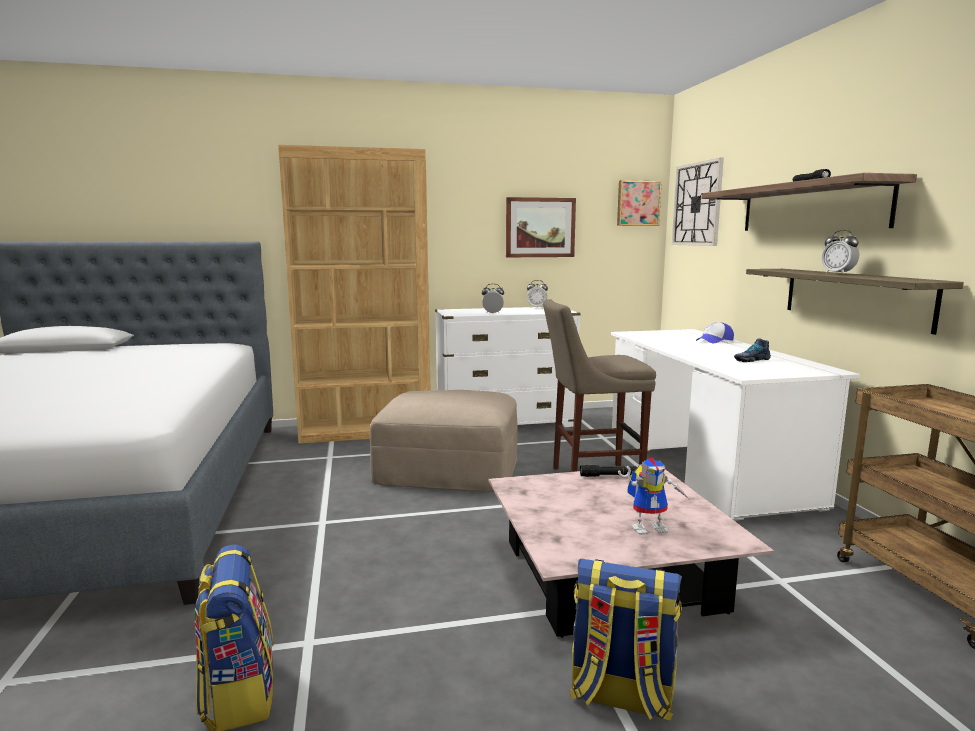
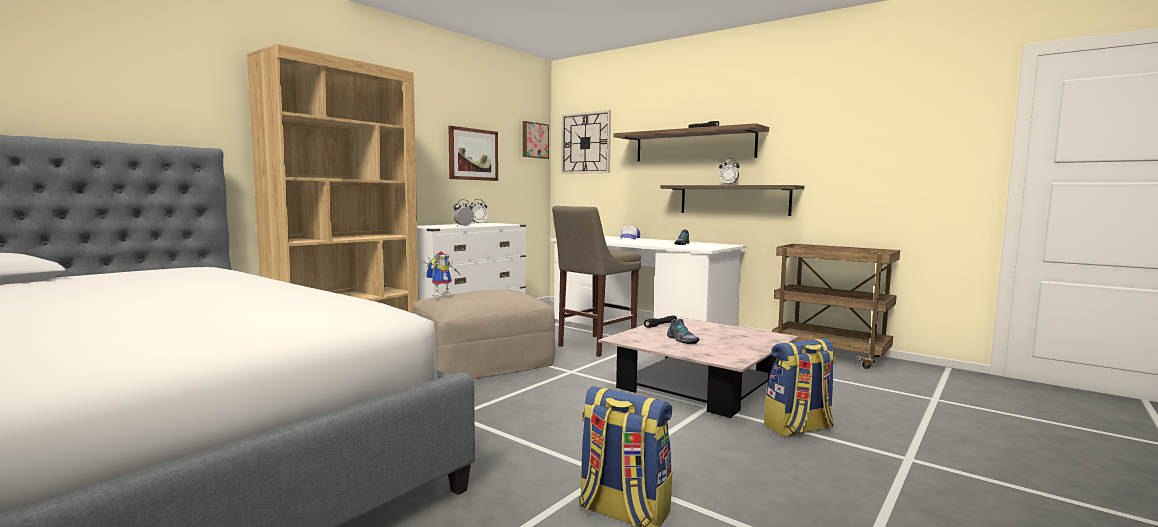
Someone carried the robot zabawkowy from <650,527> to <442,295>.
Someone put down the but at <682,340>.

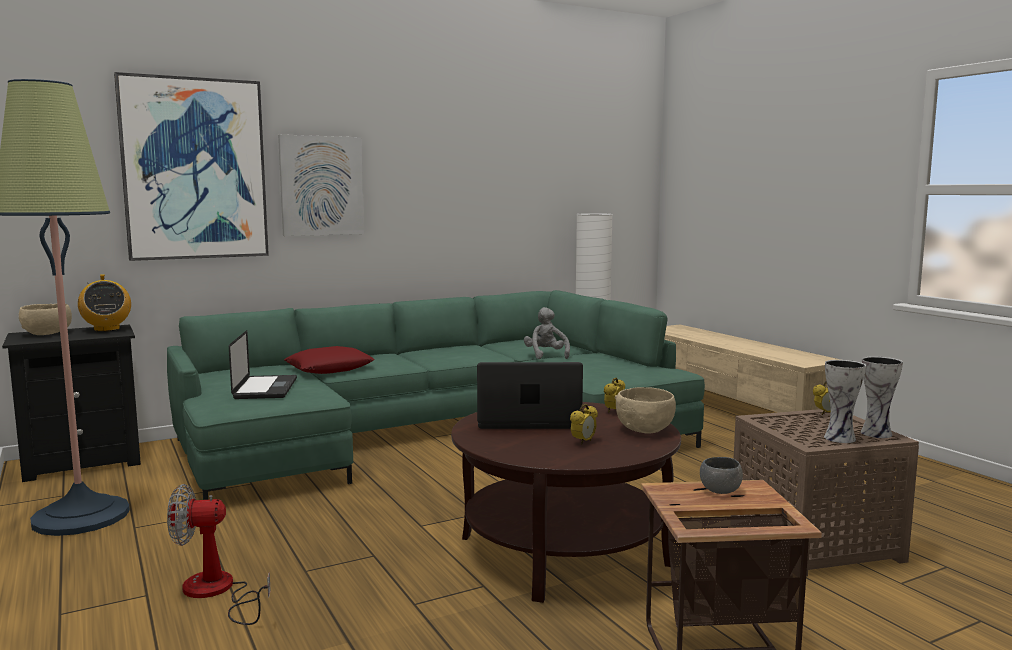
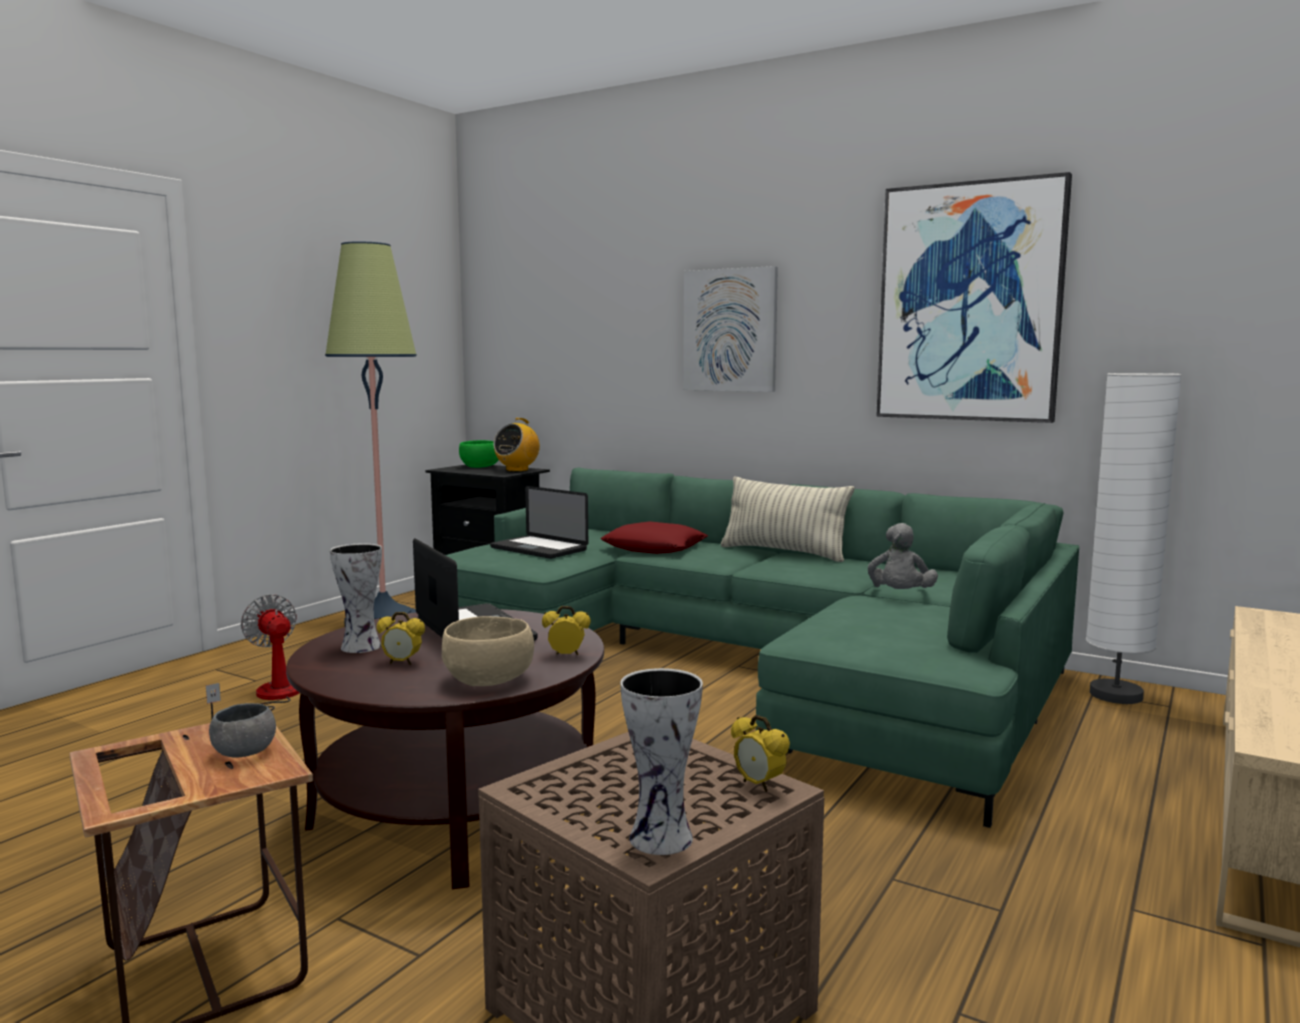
Someone carried the obraz from <194,169> to <969,303>.
Someone repainted the miska (beżowy) at <48,333>, which became the miska (zielony) at <480,467>.
Someone rotated the pluszak (szary) at <546,355> by 150 degrees clockwise.
Someone rotated the laptop at <265,388> by 75 degrees clockwise.
Someone carried the wazon from <841,438> to <361,647>.
Someone put down the poduszka at <784,552>.

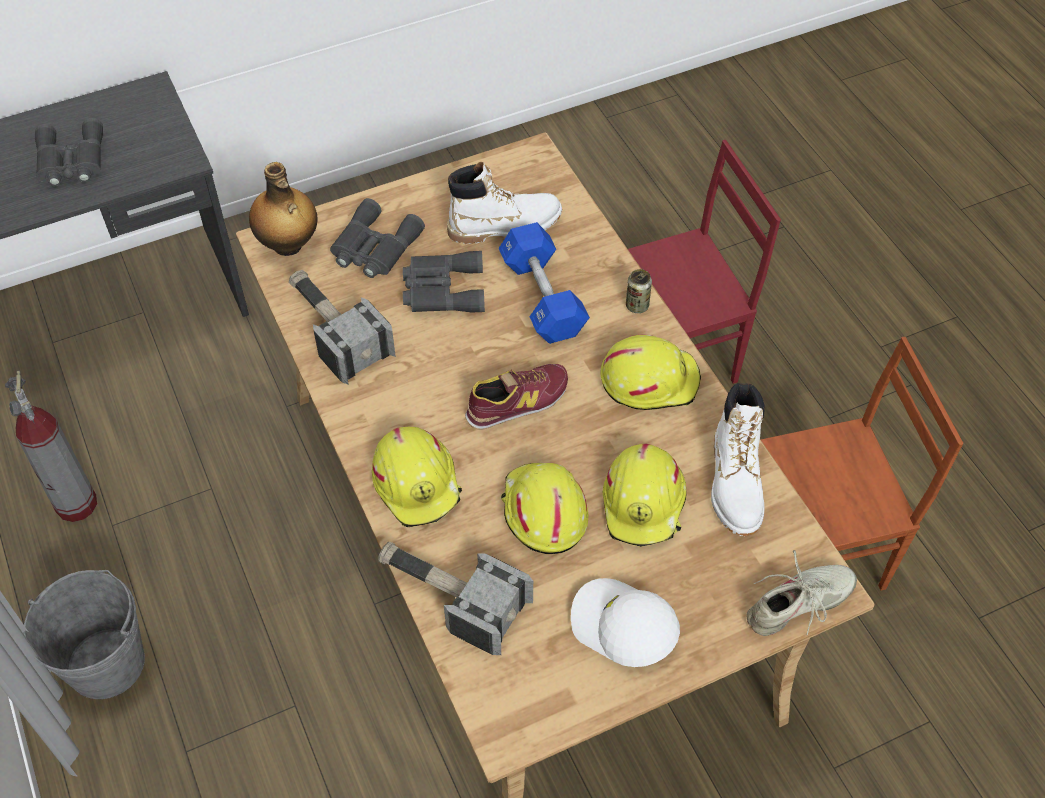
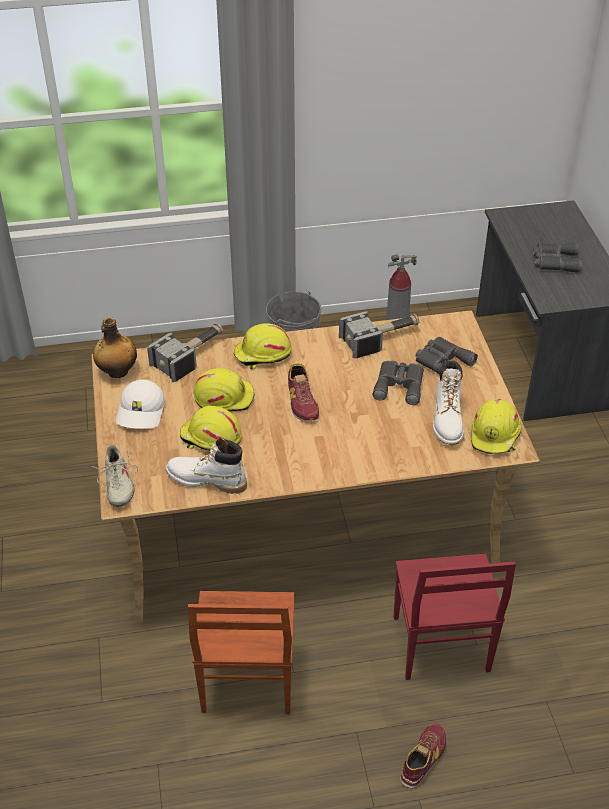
Someone carried the butelka from <288,245> to <117,372>.
Someone took away the hantel (niebieski) at <542,297>.
Someone took away the puszka at <637,305>.
Someone carried the kask (żółty) from <649,379> to <495,435>.
Someone rotated the czapka z daszkiem (biały) at <622,628> by 135 degrees clockwise.
Someone put down the but at <423,758>.

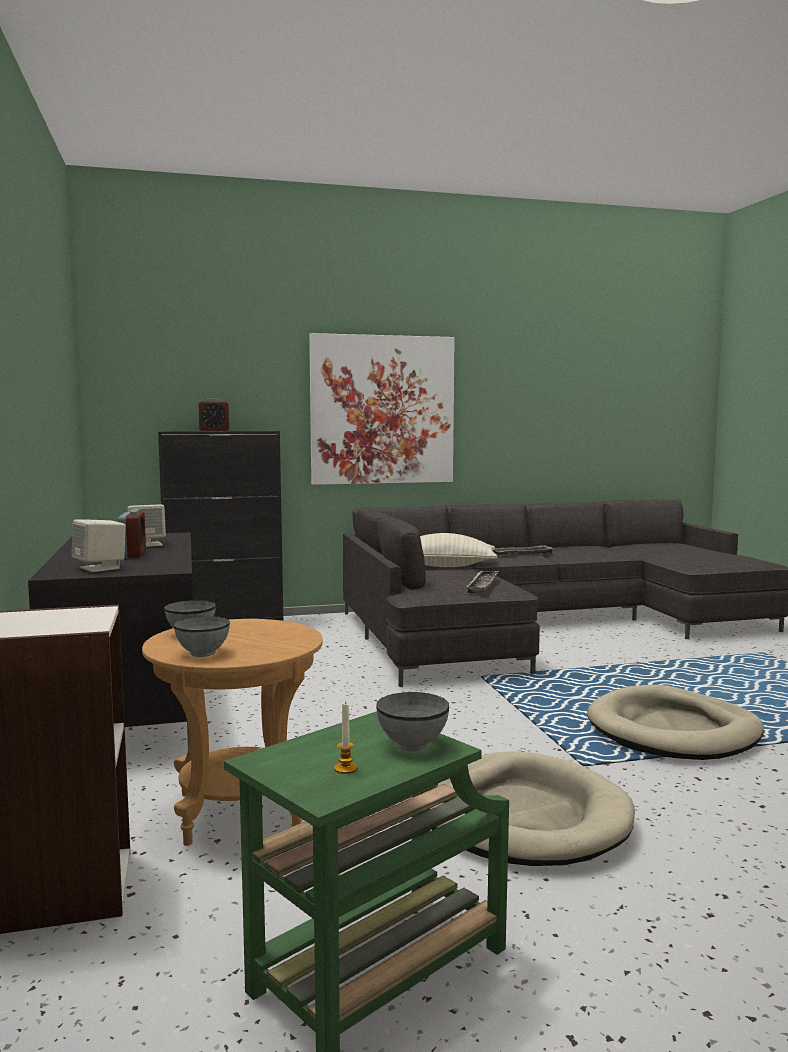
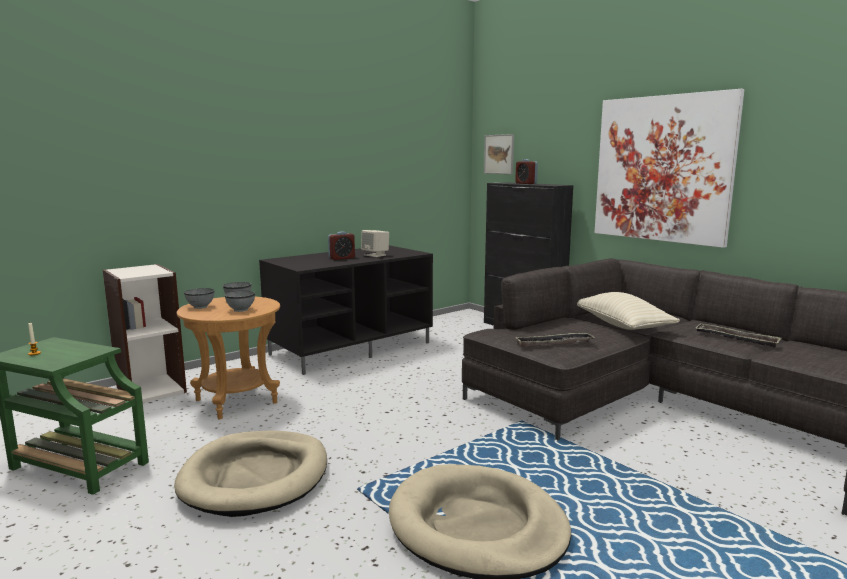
Someone took away the głośnik (beżowy) at <100,568>.
Someone carried the miska (szary) from <412,744> to <240,310>.
Someone put up the obraz at <499,154>.

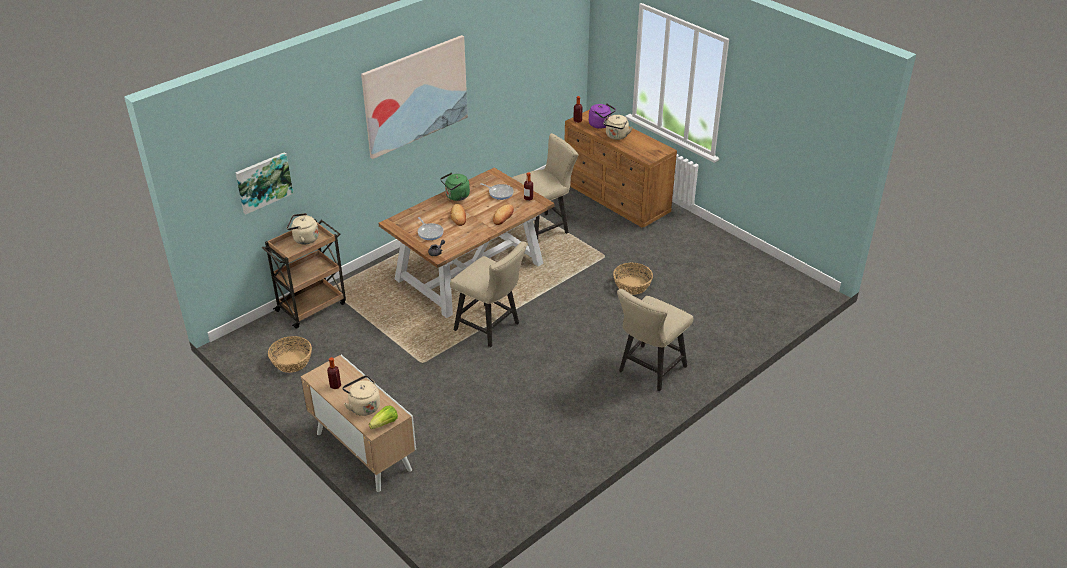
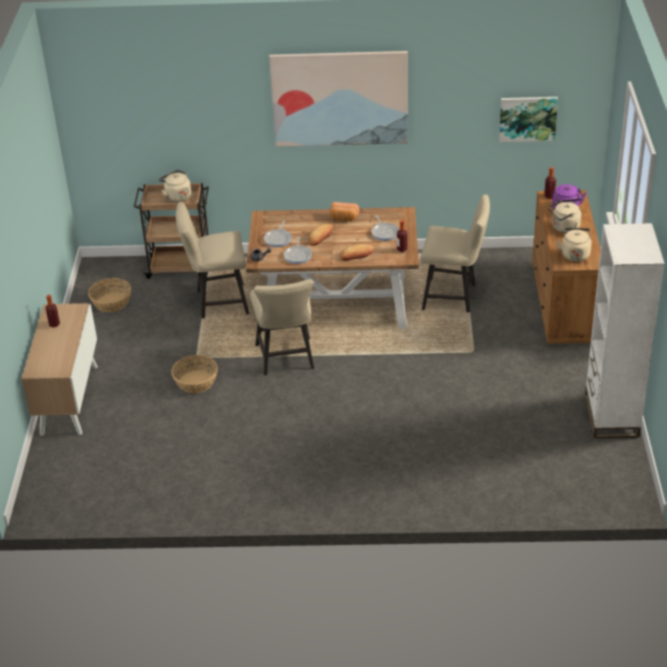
Someone carried the obraz from <263,182> to <527,118>.
Someone swapped the czajnik (zielony) at <456,196> for the chleb at <344,218>.
Someone carried the koszyk from <631,285> to <196,382>.
Someone carried the krzesło (beżowy) from <649,371> to <218,302>.
Someone carried the czajnik (beżowy) from <363,406> to <575,254>.
Someone took away the sałata at <385,423>.
Someone put down the regał (biały) at <611,416>.
Someone put down the patelnia at <298,255>.

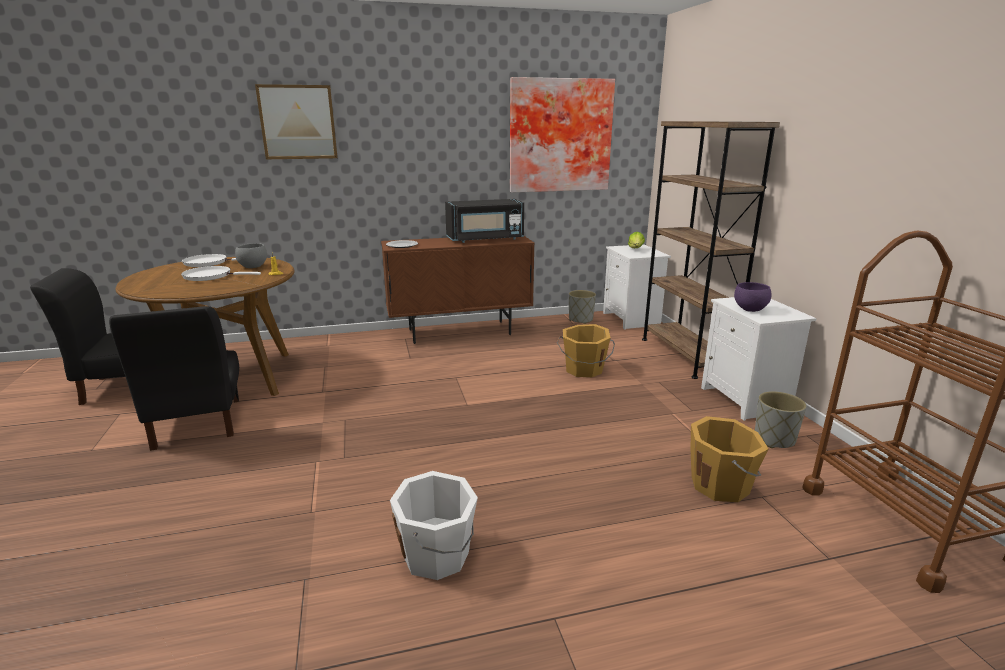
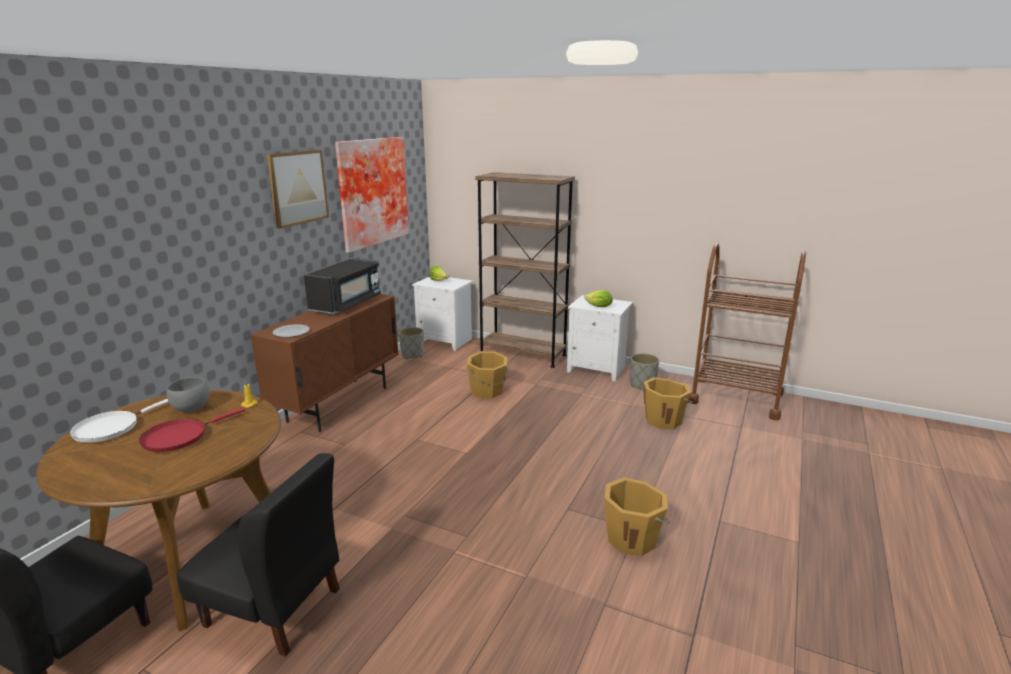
Someone carried the obraz from <298,122> to <297,187>.
Someone repainted the patelnia (biały) at <211,276>, which became the patelnia (czerwony) at <179,437>.
Someone swapped the miska (fioletowy) at <750,309> for the sałata at <599,307>.
Someone repainted the wiadro (biały) at <437,555>, which became the wiadro (pomarańczowy) at <632,538>.

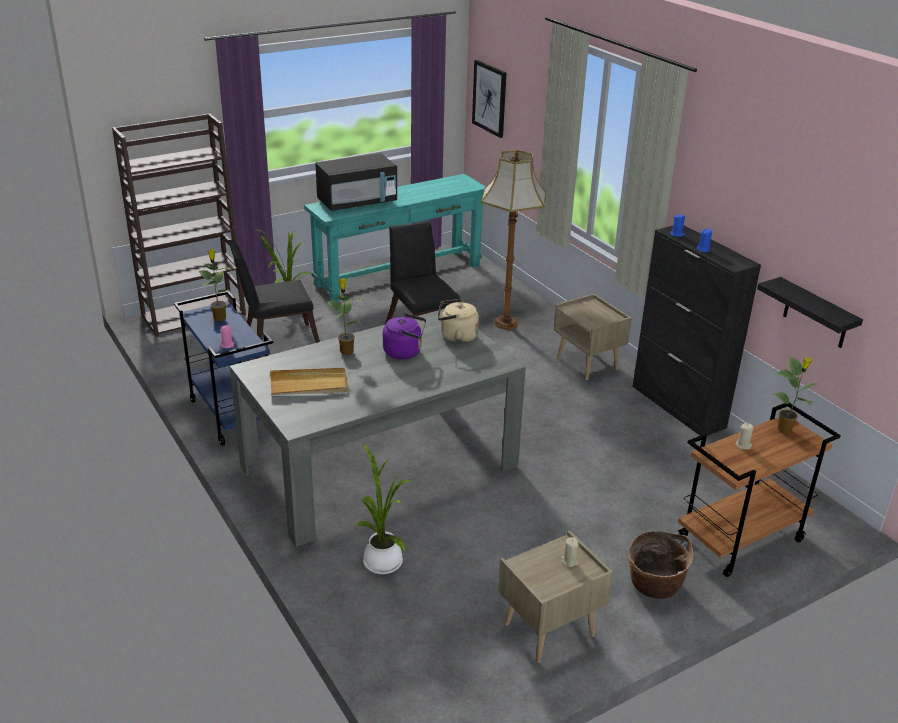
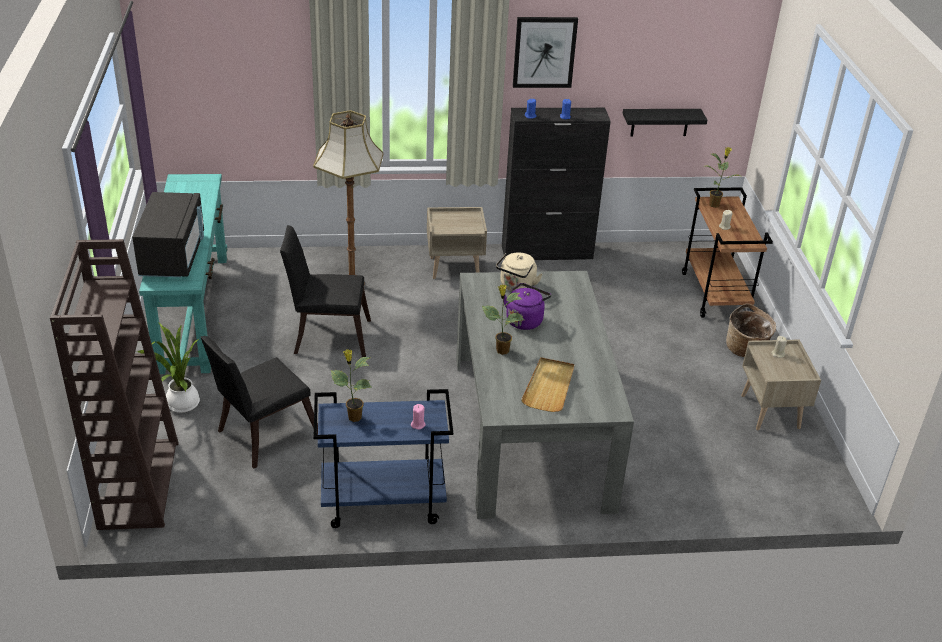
Someone carried the obraz from <489,98> to <544,52>.
Someone rotated the krzesło (czarny) at <276,343> by 45 degrees clockwise.
Someone took away the roślina doniczkowa at <382,560>.

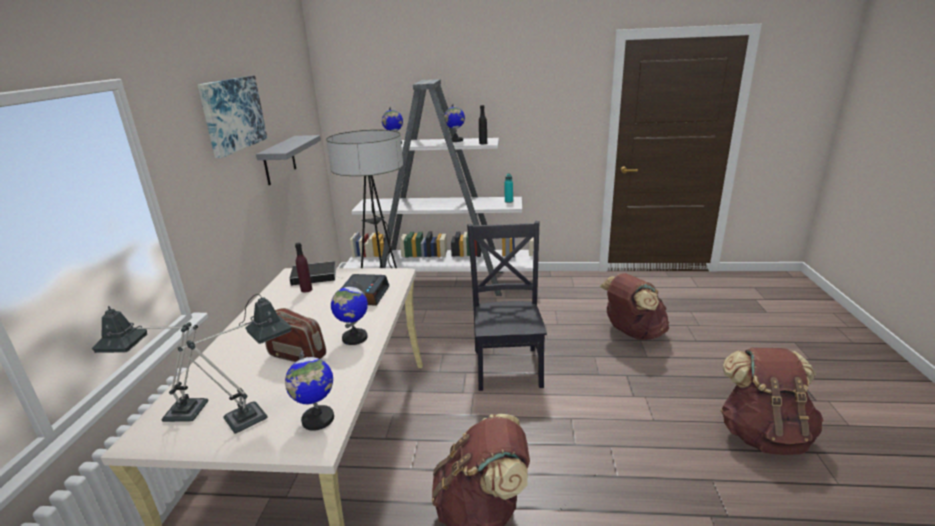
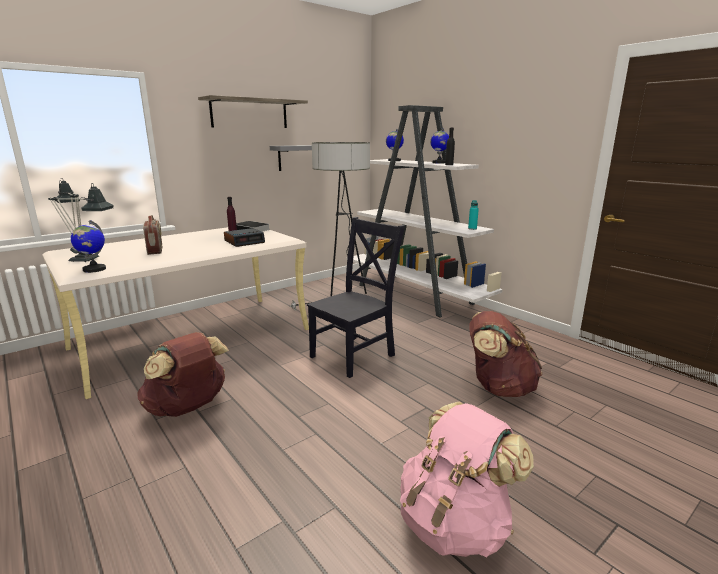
Someone swapped the obraz at <232,114> for the półka at <249,113>.
Someone took away the globus at <354,338>.
Someone repainted the plecak (brązowy) at <763,435>, which became the plecak (różowy) at <454,523>.

